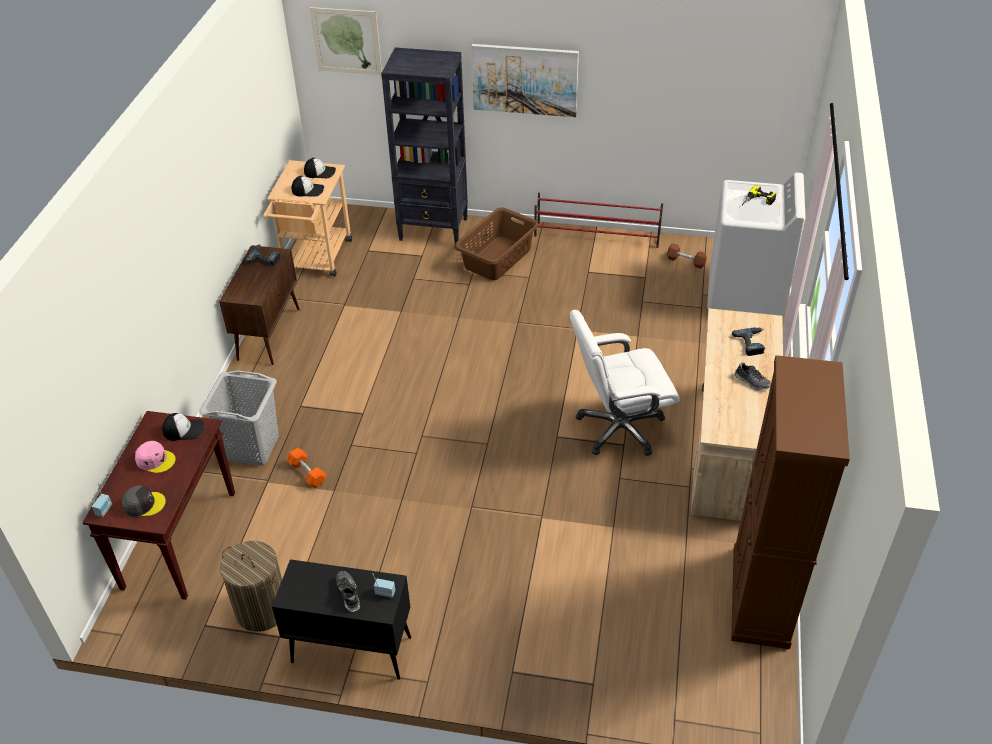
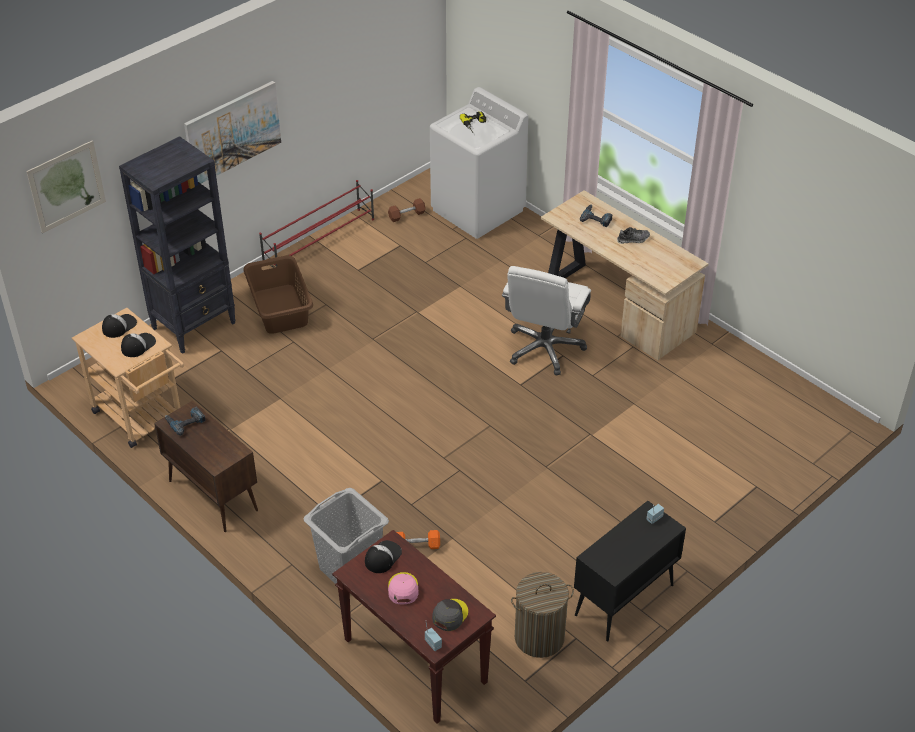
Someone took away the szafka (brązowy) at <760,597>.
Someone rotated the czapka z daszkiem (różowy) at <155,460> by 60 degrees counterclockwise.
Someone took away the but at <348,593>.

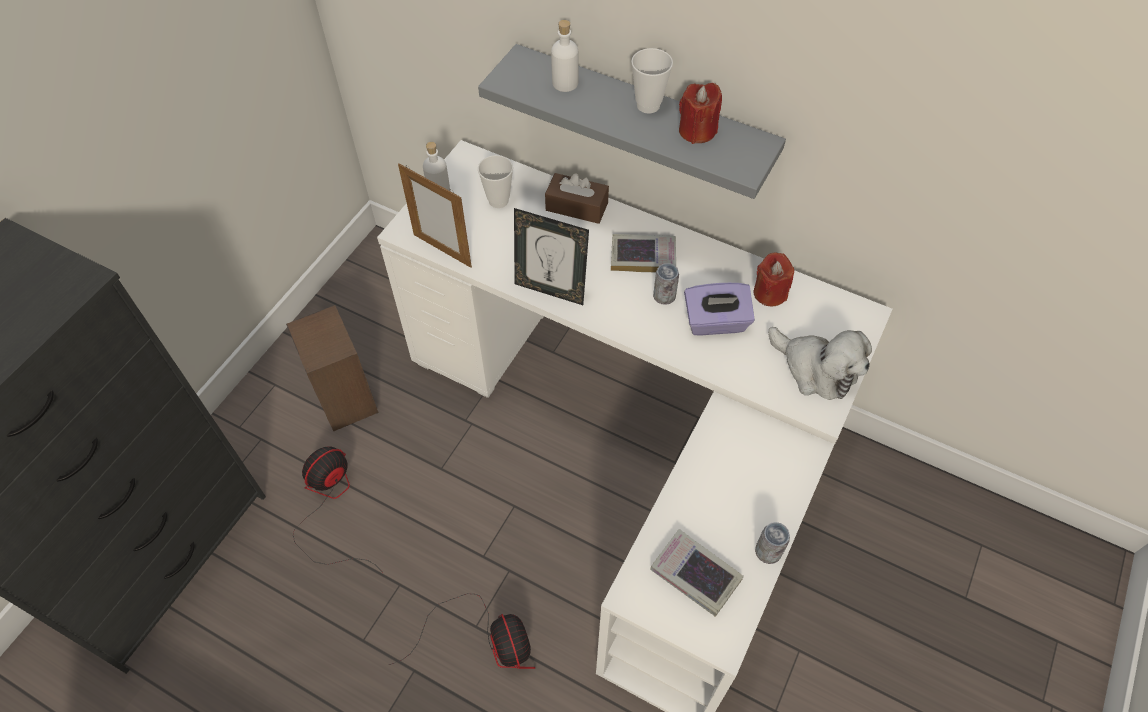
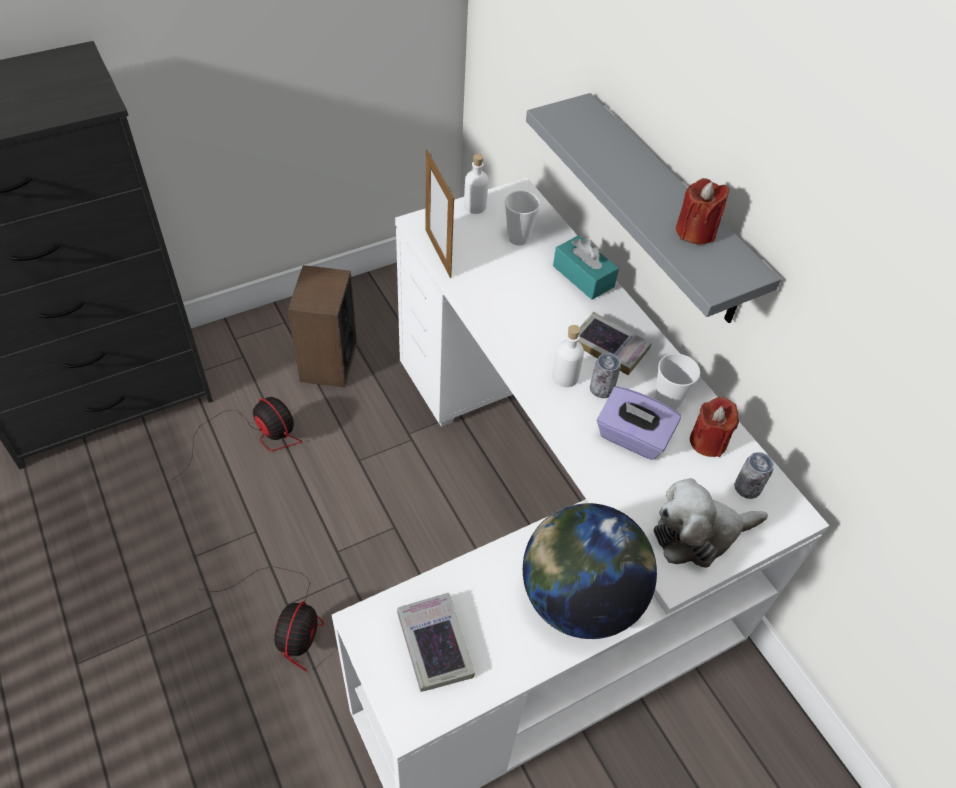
Someone carried the butelka (biały) from <565,83> to <565,377>.
Someone carried the filiżanka from <648,105> to <666,403>.
Someone repainted the pudełko chusteczek (brązowy) at <576,206>, which became the pudełko chusteczek (turkusowy) at <583,276>.
Someone took away the ramka na zdjęcie at <550,290>.
Someone rotated the pluszak at <816,369> by 90 degrees clockwise.
Someone rotated the wentylator at <331,505> by 60 degrees clockwise.
Someone carried the puszka from <768,551> to <747,488>.
Someone put down the globus at <578,598>.

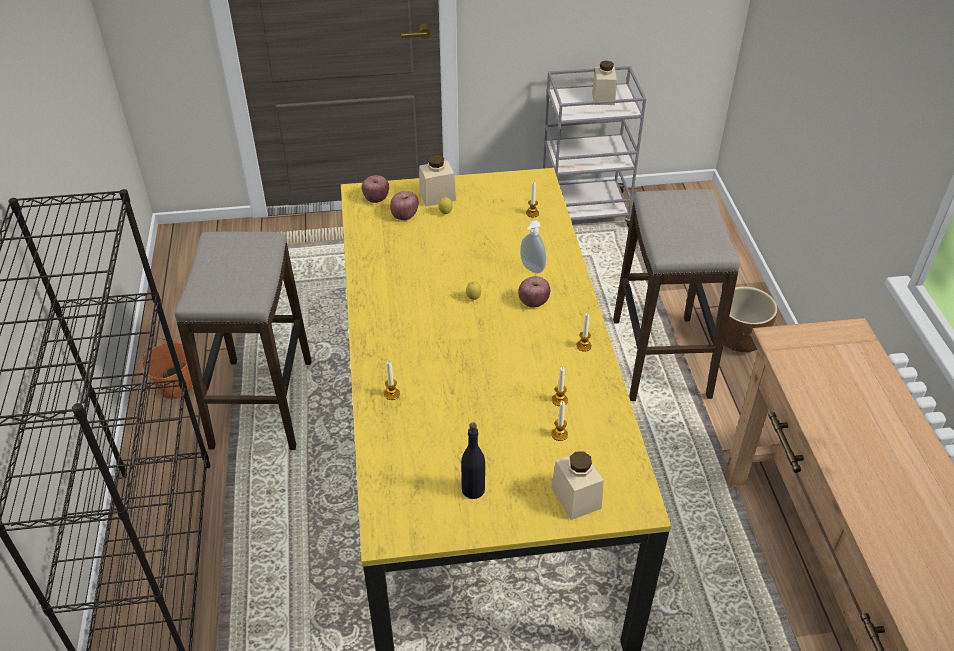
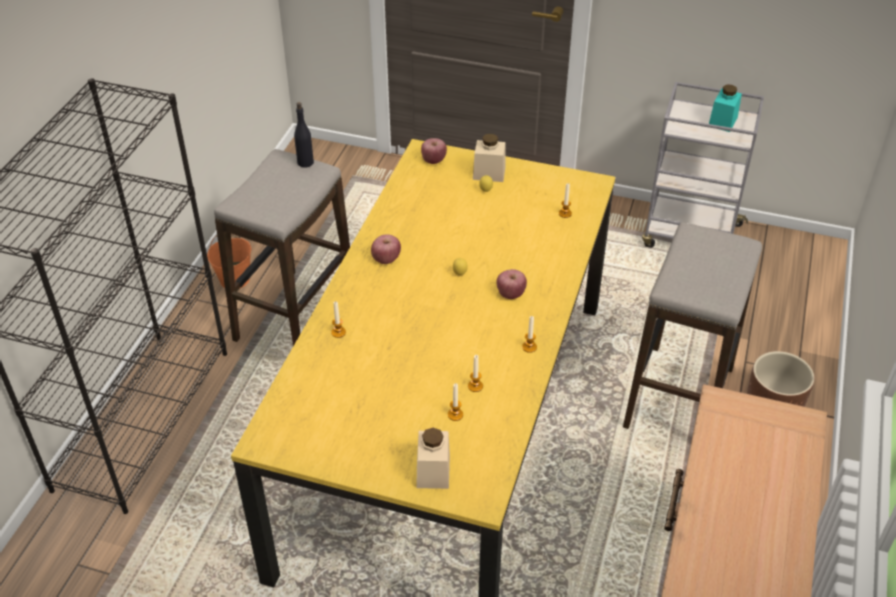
Someone repainted the słoik (beżowy) at <603,97>, which became the słoik (turkusowy) at <722,122>.
Someone carried the jabłko from <404,216> to <386,259>.
Someone took away the dozownik mydła at <531,269>.
Someone carried the butelka (czarny) from <473,489> to <305,162>.

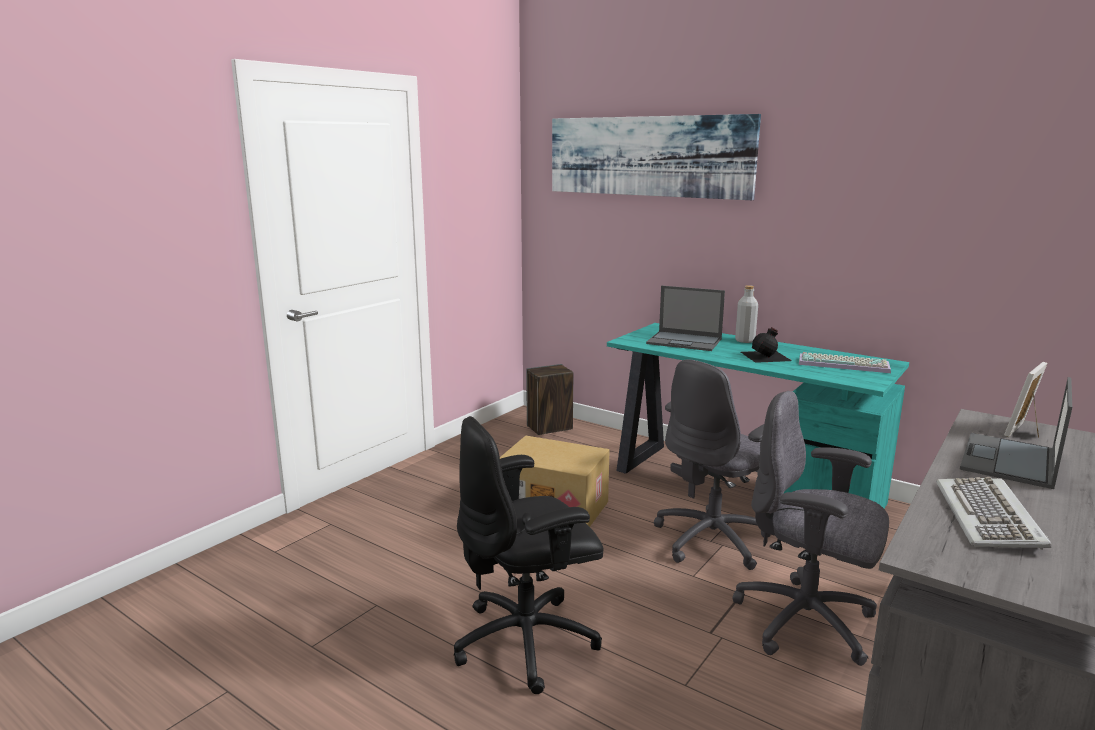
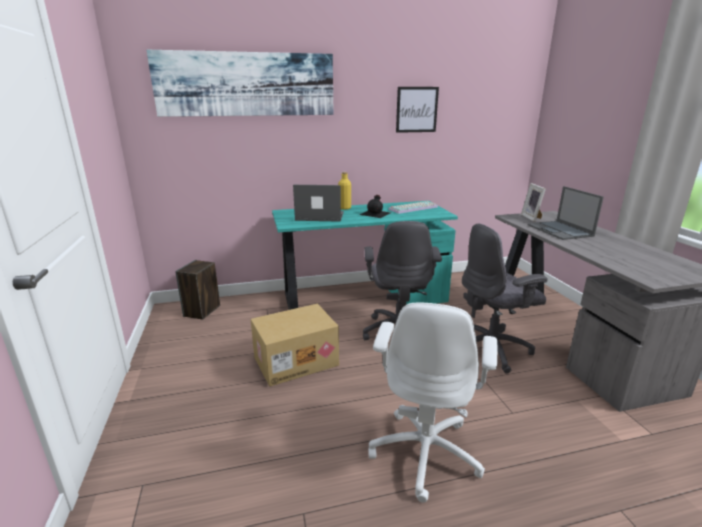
Someone repainted the butelka (szary) at <745,340>, which became the butelka (żółty) at <344,208>.
Someone rotated the laptop at <685,341> by 150 degrees counterclockwise.
Someone repainted the krzesło biurowe (czarny) at <528,641>, which became the krzesło biurowe (biały) at <426,451>.
Someone took away the klawiatura at <989,517>.
Someone put up the obraz at <416,109>.

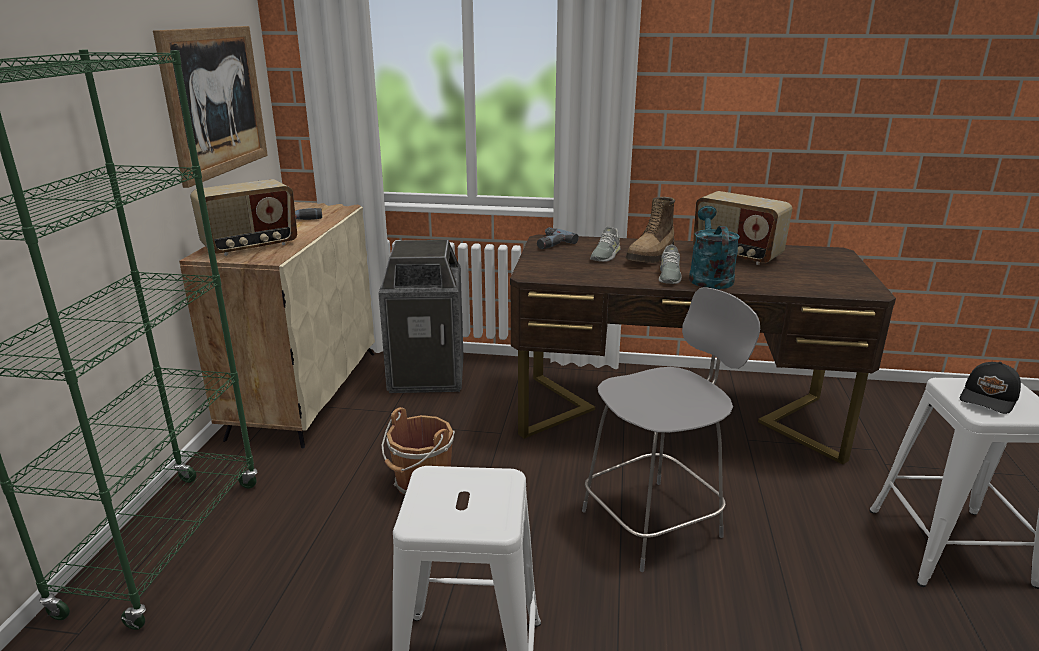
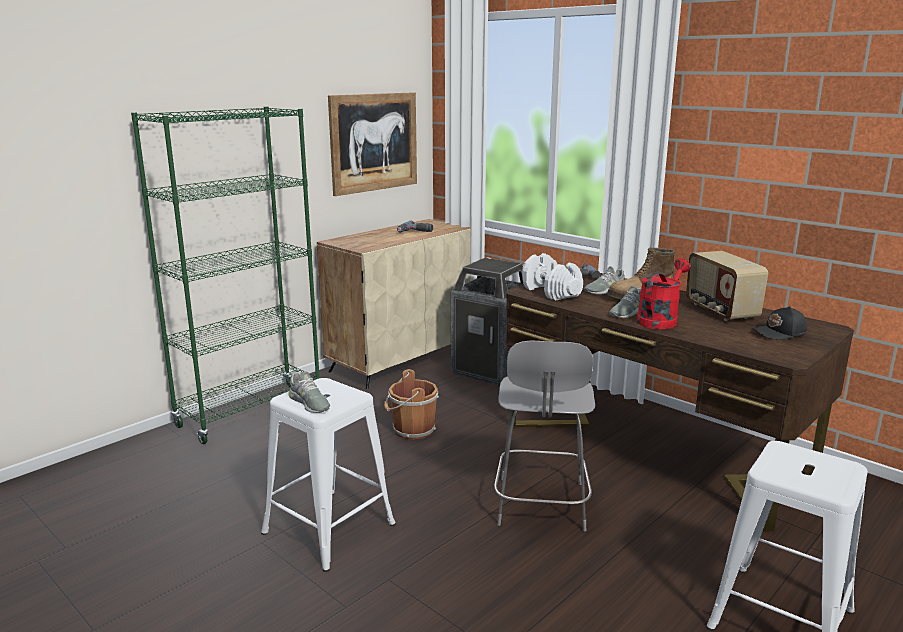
Someone took away the radio at <251,246>.
Someone repainted the konewka (turkusowy) at <709,277>, which became the konewka (czerwony) at <659,319>.
Someone rotated the krzesło (szary) at <655,522> by 90 degrees clockwise.
Someone carried the czapka z daszkiem (czarny) from <989,398> to <779,333>.
Someone put down the hantel (biały) at <550,292>.
Someone put down the but (szary) at <309,403>.

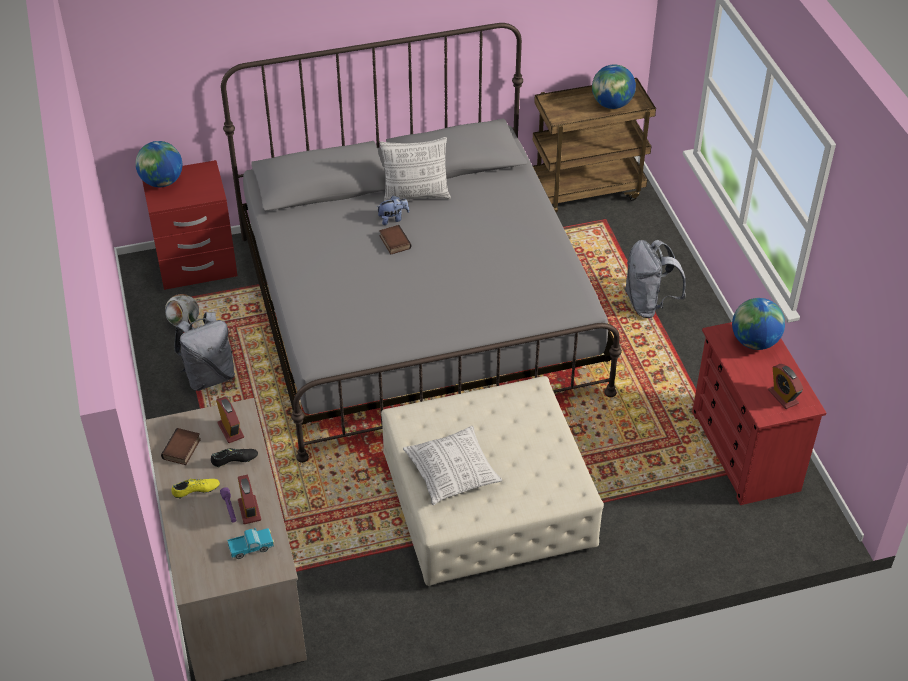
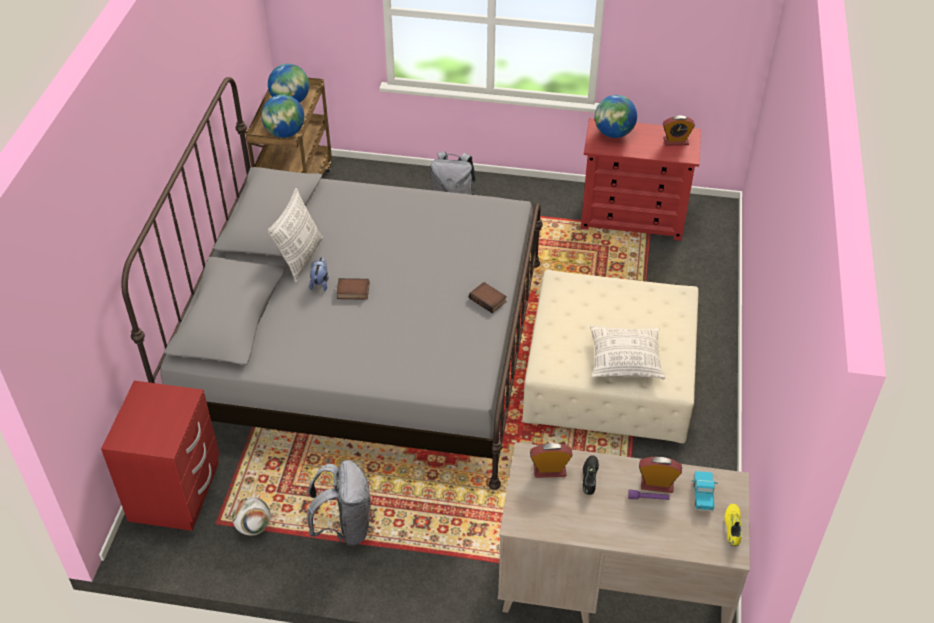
Someone carried the globus from <162,182> to <285,133>.
Someone carried the książka from <182,450> to <488,300>.
Someone carried the but (żółty) from <196,491> to <733,527>.

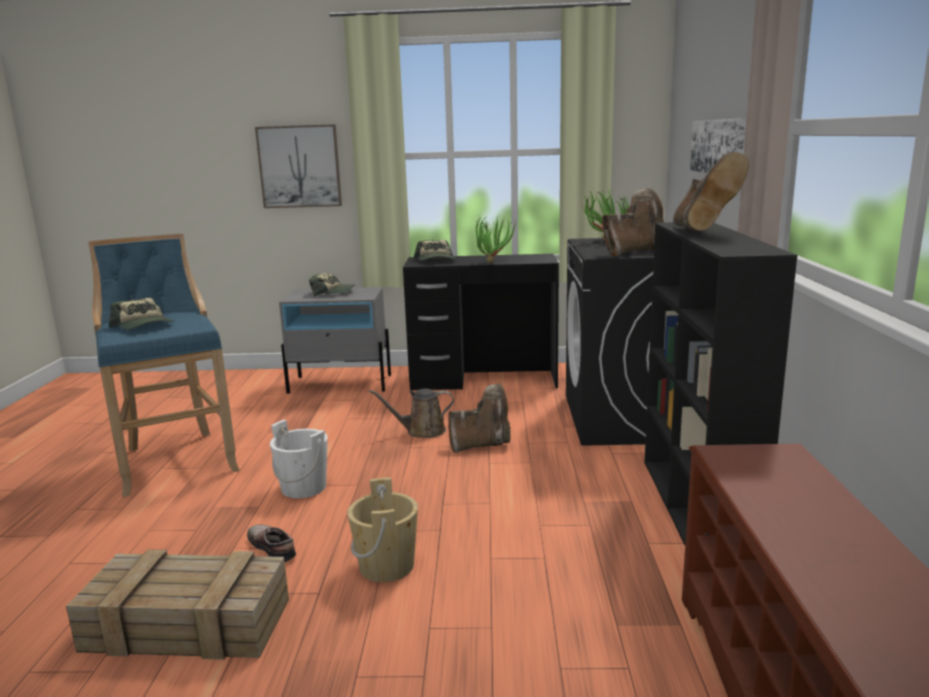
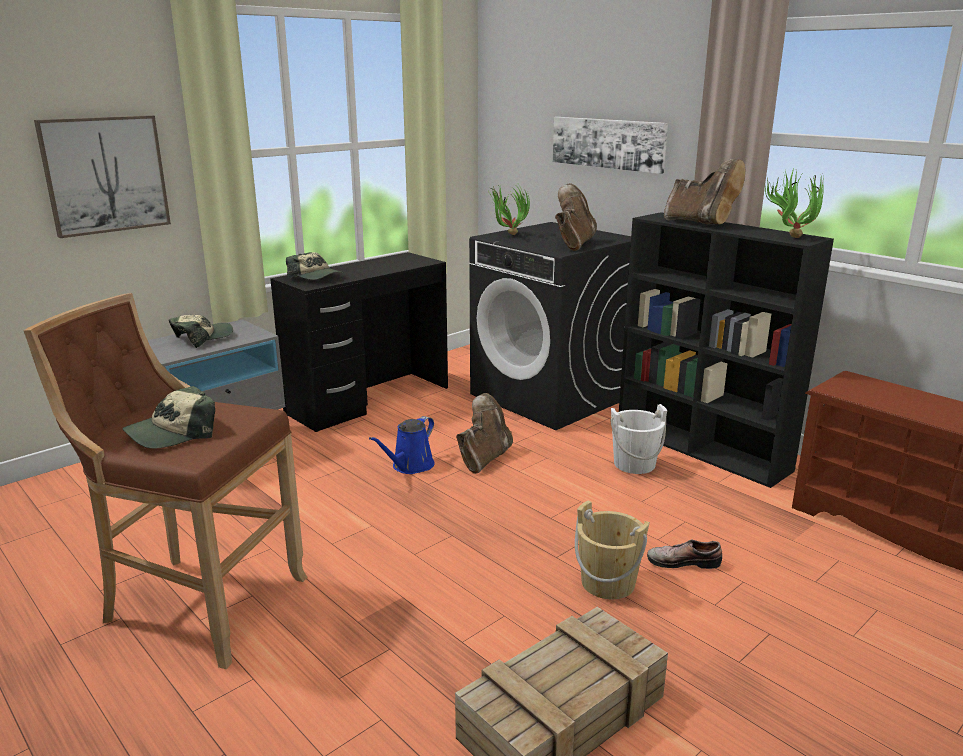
Someone carried the roślina doniczkowa from <493,262> to <790,236>.
Someone repainted the stołek (niebieski) at <176,460>, which became the stołek (brązowy) at <198,603>.
Someone rotated the czapka z daszkiem at <144,326> by 135 degrees clockwise.
Someone repainted the konewka (brązowy) at <422,431>, which became the konewka (niebieski) at <410,466>.
Someone carried the wiadro (biały) from <303,487> to <634,464>.
Someone carried the but from <274,547> to <682,561>.

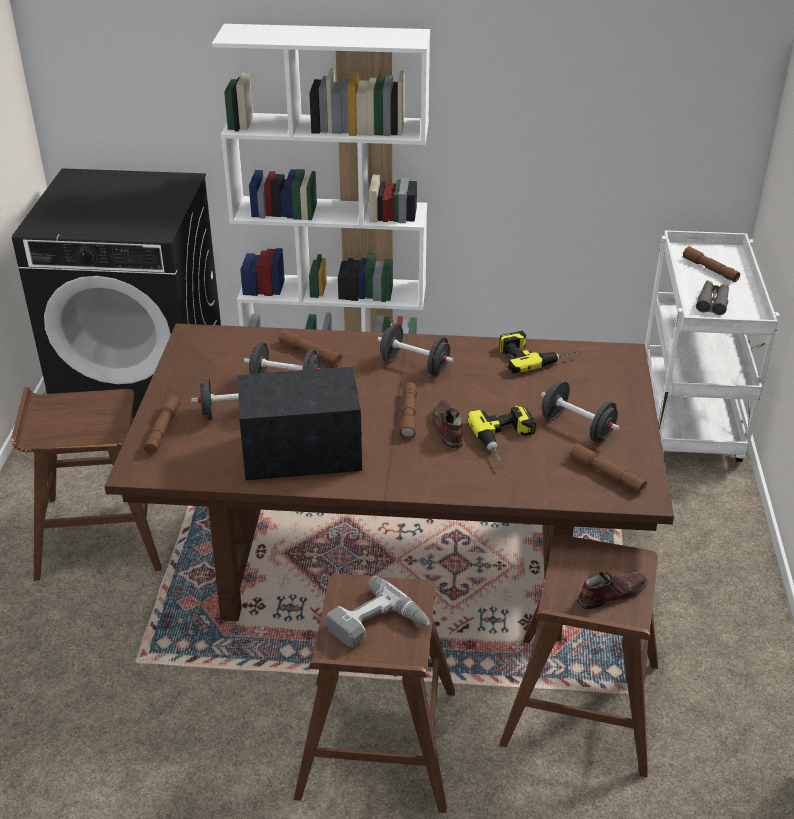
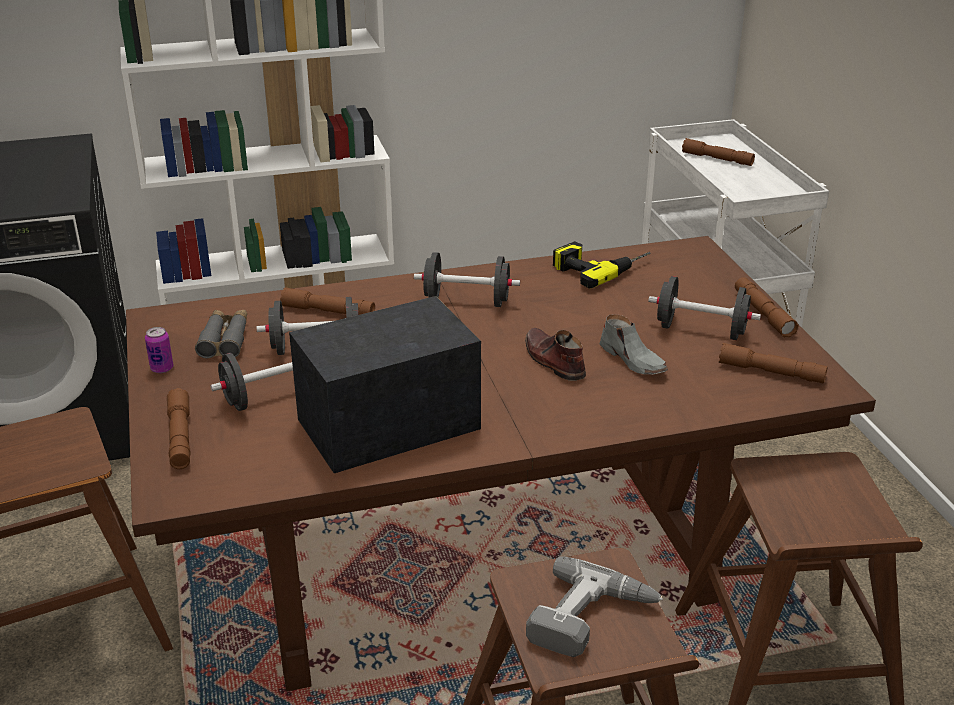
Someone carried the lornetka (szary) from <712,302> to <225,340>.
Someone carried the latarka (brązowy) from <408,416> to <763,314>.
Someone swapped the wiertarka at <507,441> for the but (szary) at <633,360>.
Someone took away the but (brązowy) at <611,594>.
Someone put down the puszka at <162,368>.

